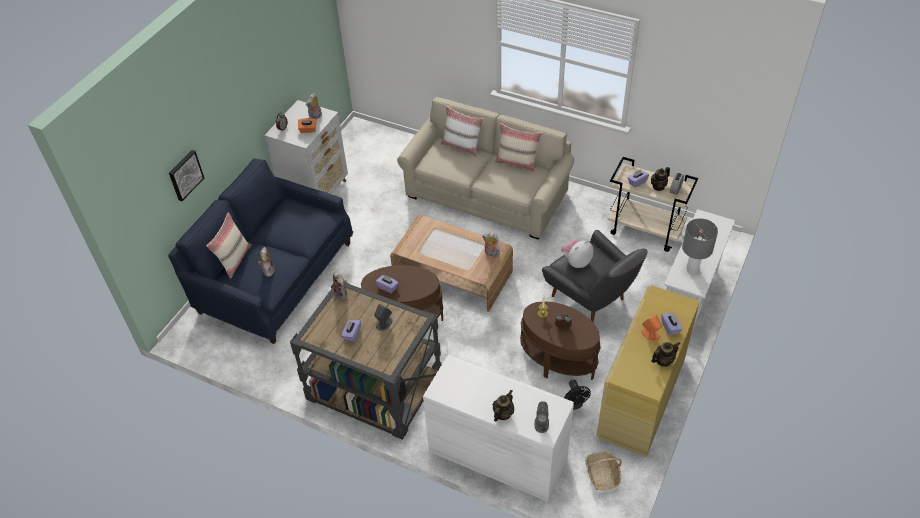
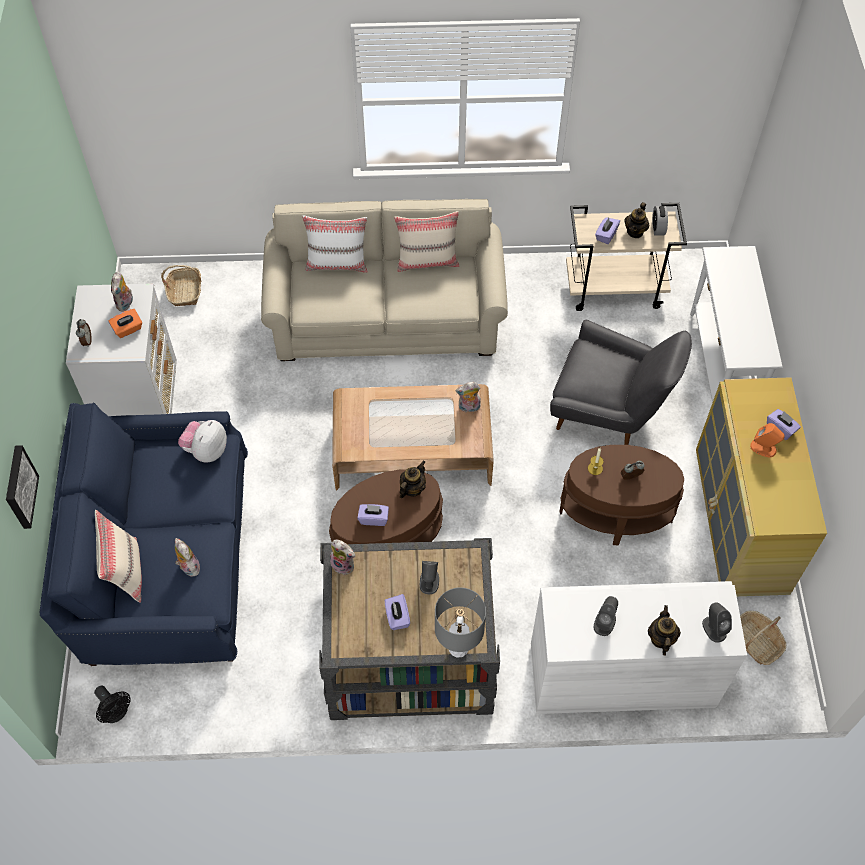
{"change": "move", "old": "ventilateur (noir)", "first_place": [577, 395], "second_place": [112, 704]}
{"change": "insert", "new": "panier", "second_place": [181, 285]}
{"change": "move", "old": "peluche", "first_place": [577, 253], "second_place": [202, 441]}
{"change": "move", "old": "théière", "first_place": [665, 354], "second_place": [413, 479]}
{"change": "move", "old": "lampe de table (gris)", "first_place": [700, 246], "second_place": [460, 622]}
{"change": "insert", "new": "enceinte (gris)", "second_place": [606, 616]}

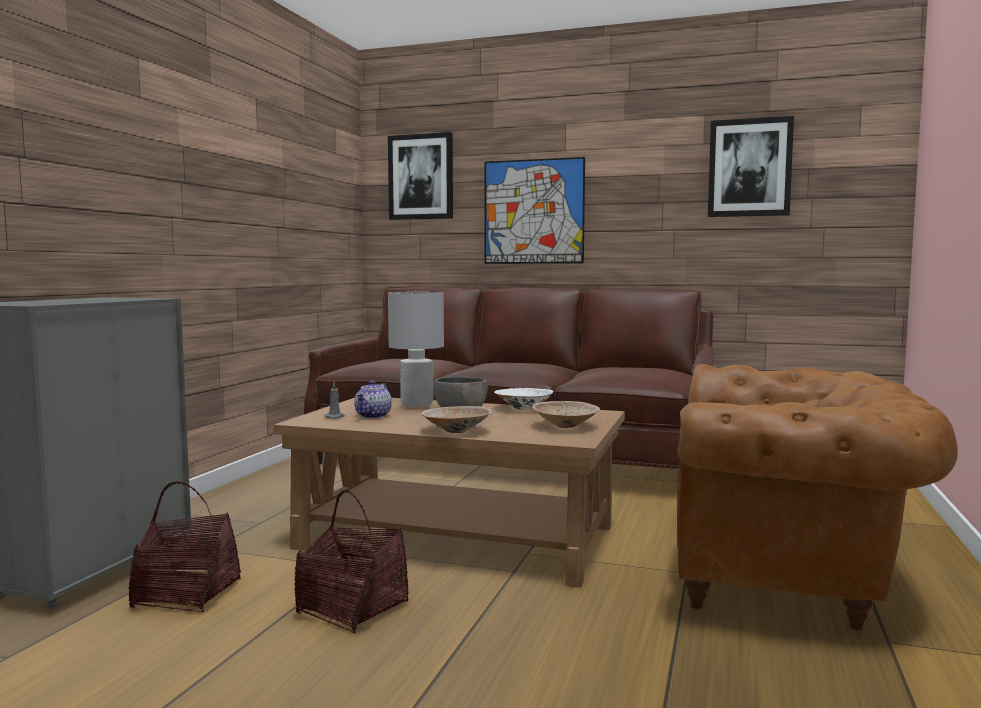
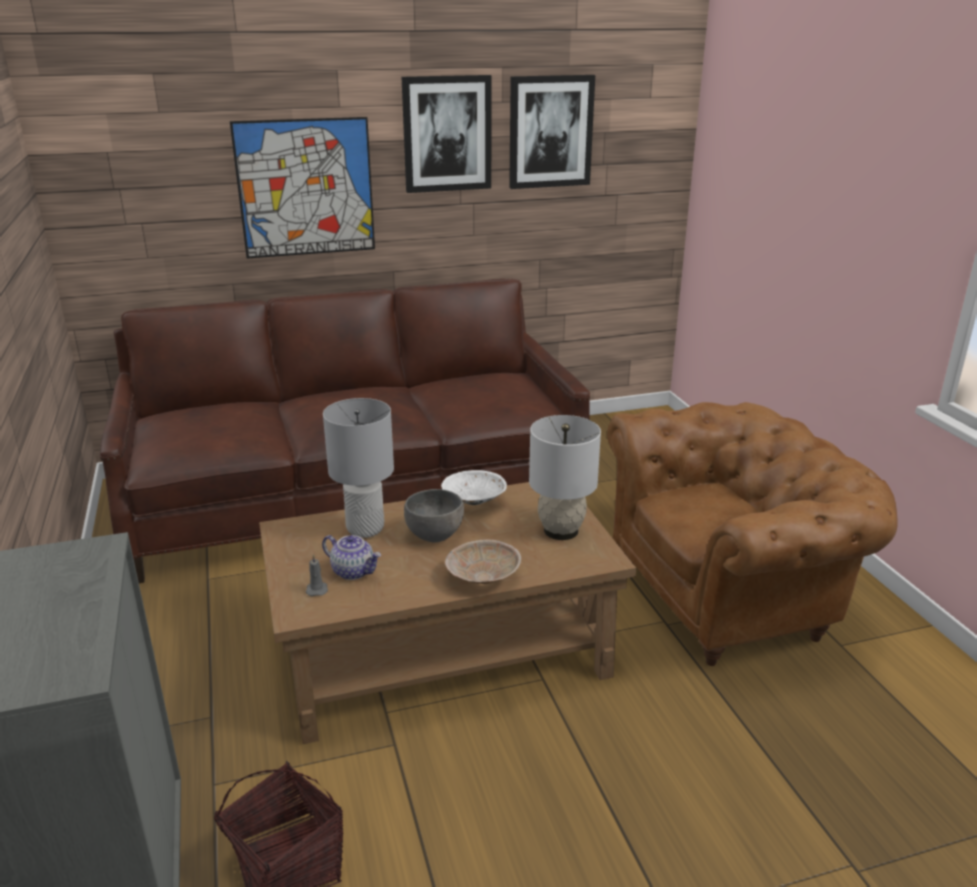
{"change": "rotate", "old": "théière", "first_place": [373, 399], "second_place": [351, 557], "degrees": -45}
{"change": "move", "old": "tableau", "first_place": [420, 176], "second_place": [446, 134]}
{"change": "replace", "old": "bol (beige)", "new": "lampe de table (blanc)", "first_place": [566, 414], "second_place": [565, 477]}
{"change": "delete", "old": "panier", "first_place": [351, 561]}

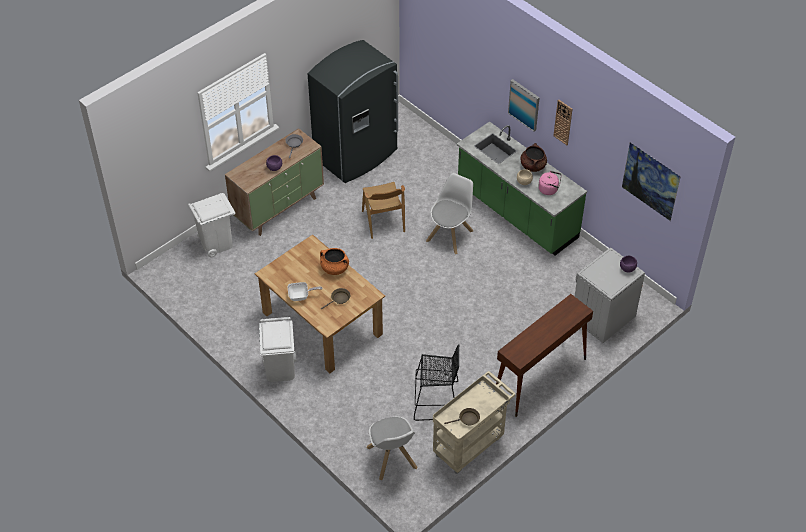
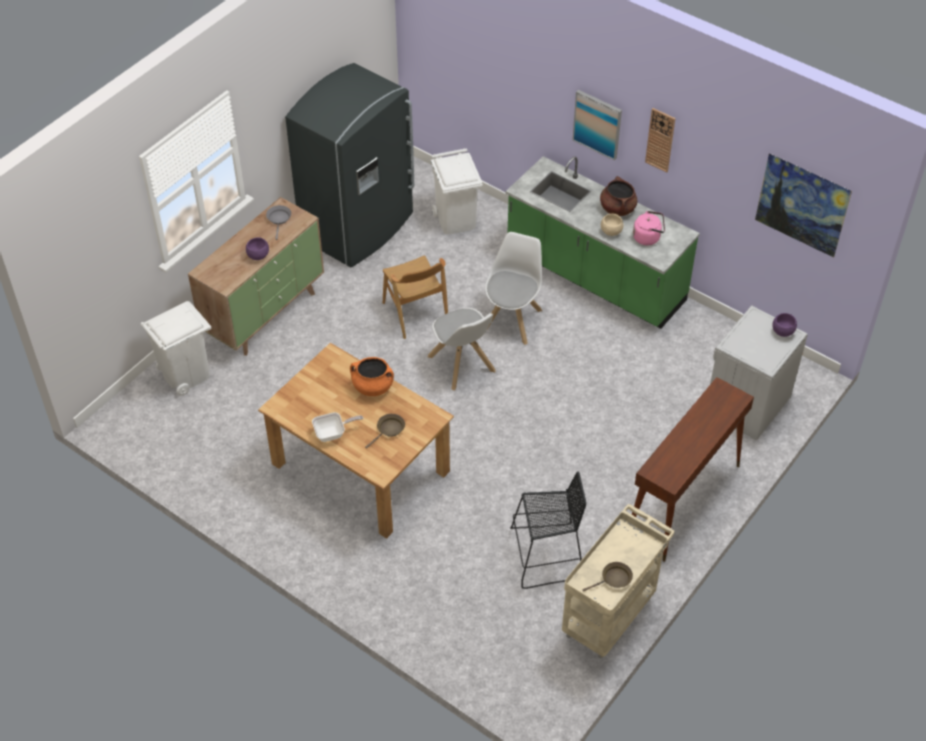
{"change": "move", "old": "chaise", "first_place": [392, 448], "second_place": [462, 349]}
{"change": "move", "old": "poubelle (blanc)", "first_place": [277, 349], "second_place": [457, 191]}

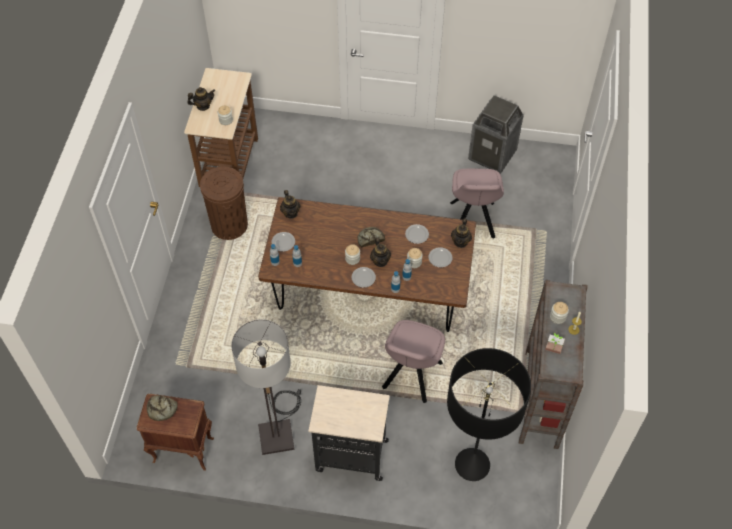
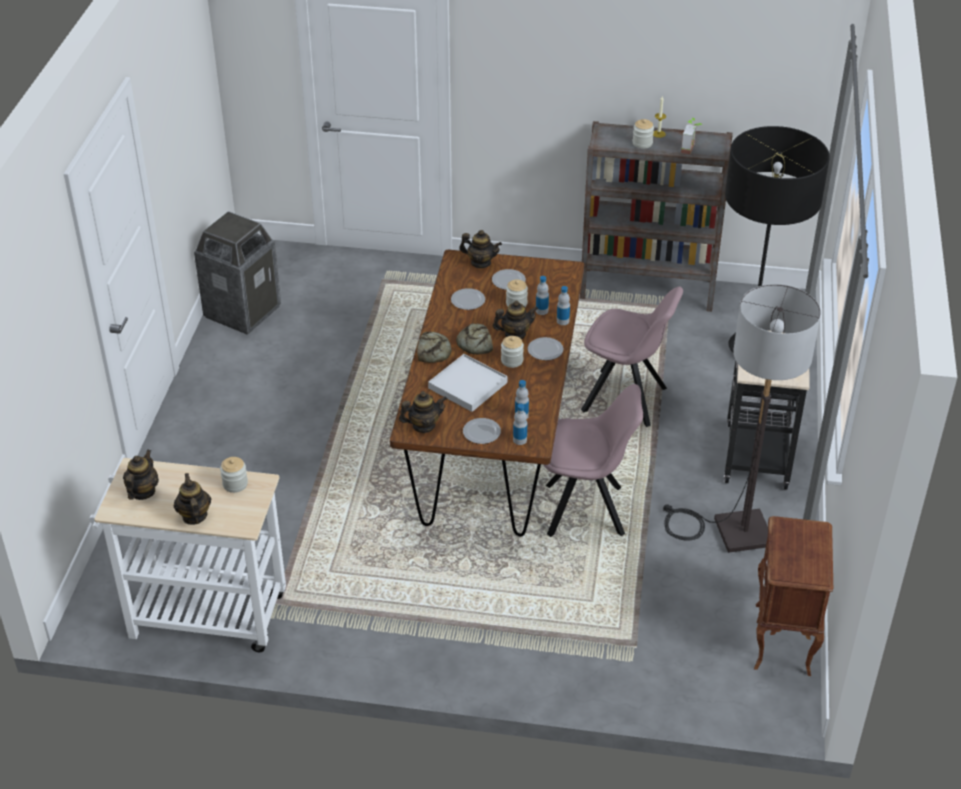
{"change": "recolor", "old": "chariot (marron)", "new": "chariot (blanc)", "first_place": [221, 127], "second_place": [187, 555]}
{"change": "insert", "new": "théière", "second_place": [141, 474]}
{"change": "move", "old": "pain", "first_place": [162, 408], "second_place": [434, 347]}
{"change": "insert", "new": "plateau (blanc)", "second_place": [467, 383]}
{"change": "move", "old": "chaise (rose)", "first_place": [477, 204], "second_place": [593, 460]}
{"change": "delete", "old": "poubelle (marron)", "first_place": [224, 203]}

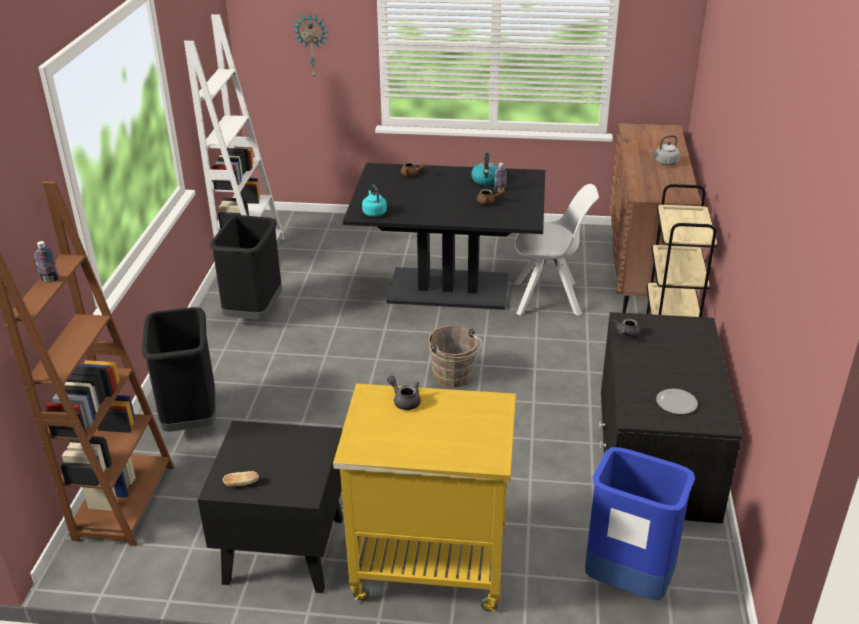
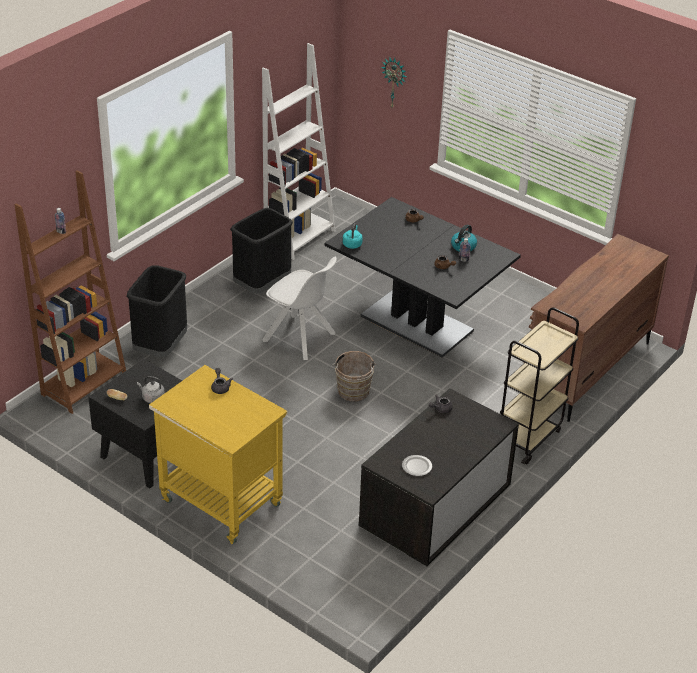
{"change": "move", "old": "bouilloire (gris)", "first_place": [665, 150], "second_place": [151, 389]}
{"change": "move", "old": "chaise (blanc)", "first_place": [556, 250], "second_place": [299, 308]}
{"change": "delete", "old": "poubelle (bleu)", "first_place": [640, 523]}

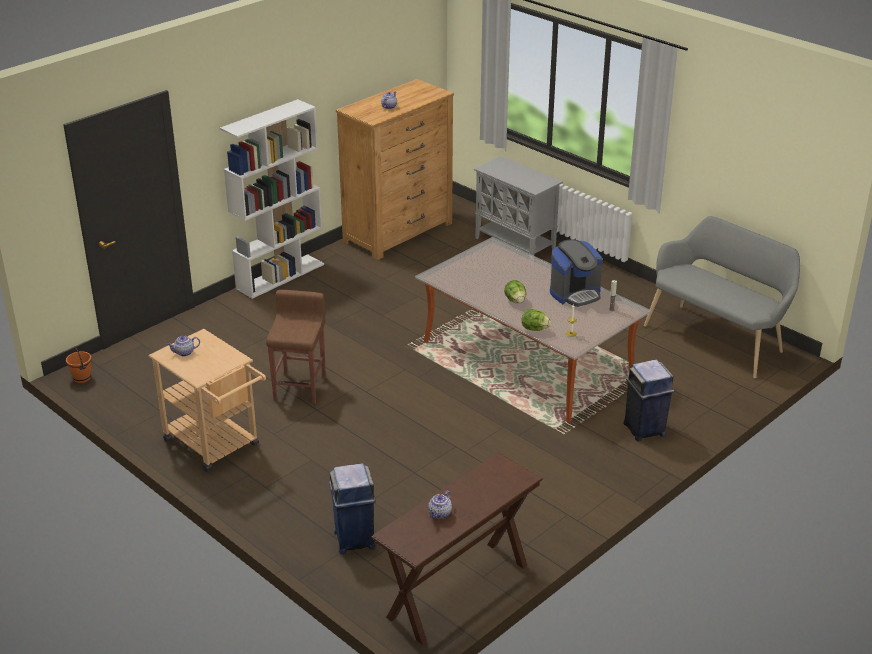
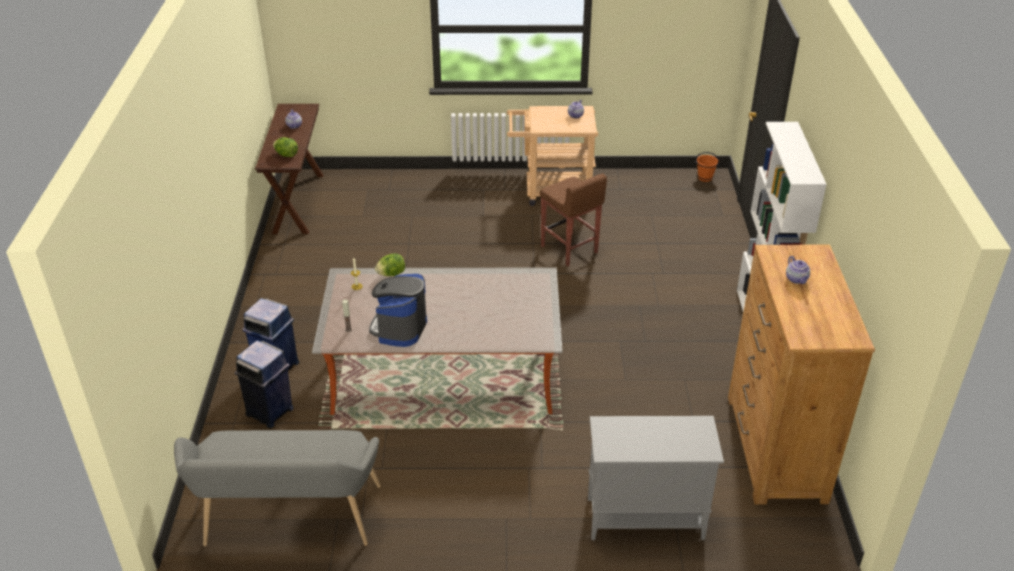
{"change": "move", "old": "poubelle (bleu)", "first_place": [352, 508], "second_place": [264, 384]}
{"change": "move", "old": "laitue", "first_place": [515, 291], "second_place": [285, 147]}

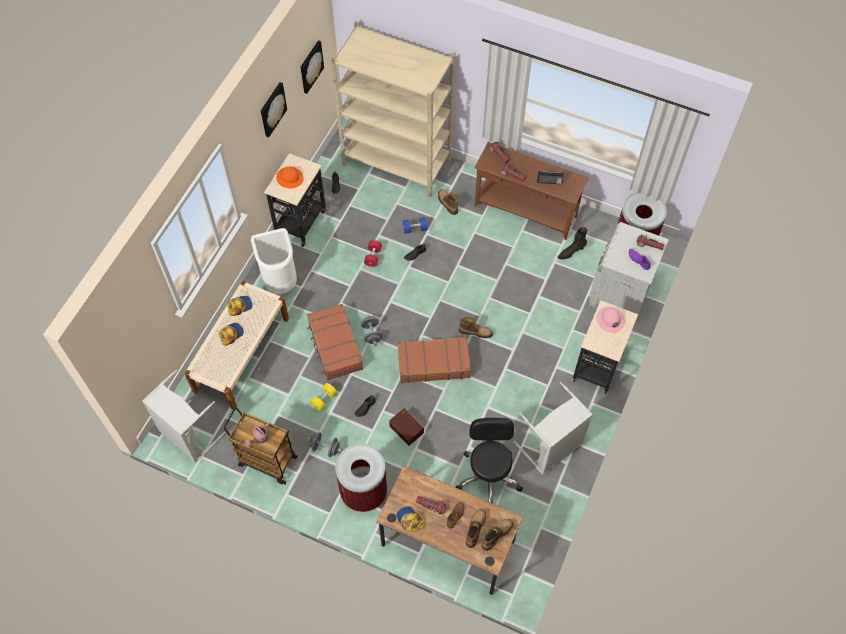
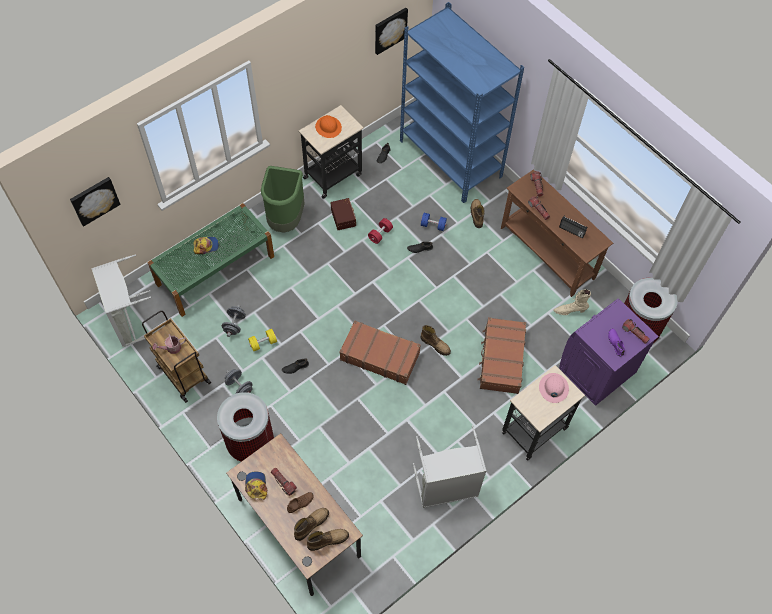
{"change": "move", "old": "tableau", "first_place": [273, 109], "second_place": [95, 202]}
{"change": "recolor", "old": "banc (beige)", "new": "banc (vert)", "first_place": [236, 345], "second_place": [210, 260]}
{"change": "move", "old": "haltère (gris)", "first_place": [372, 330], "second_place": [234, 321]}
{"change": "recolor", "old": "poubelle (blanc)", "new": "poubelle (vert)", "first_place": [274, 261], "second_place": [283, 199]}
{"change": "move", "old": "boîte de rangement (marron)", "first_place": [406, 427], "second_place": [343, 214]}
{"change": "recolor", "old": "bibliothèque (beige)", "new": "bibliothèque (bleu)", "first_place": [393, 109], "second_place": [462, 102]}
{"change": "move", "old": "valise (marron)", "first_place": [335, 342], "second_place": [501, 355]}
{"change": "recolor", "old": "botte (noir)", "new": "botte (beige)", "first_place": [572, 243], "second_place": [572, 302]}
{"change": "recolor", "old": "lave-linge (blanc)", "new": "lave-linge (violet)", "first_place": [629, 268], "second_place": [609, 352]}
{"change": "delete", "old": "casquette", "first_place": [239, 306]}
{"change": "delete", "old": "chaise de bureau (noir)", "first_place": [489, 460]}

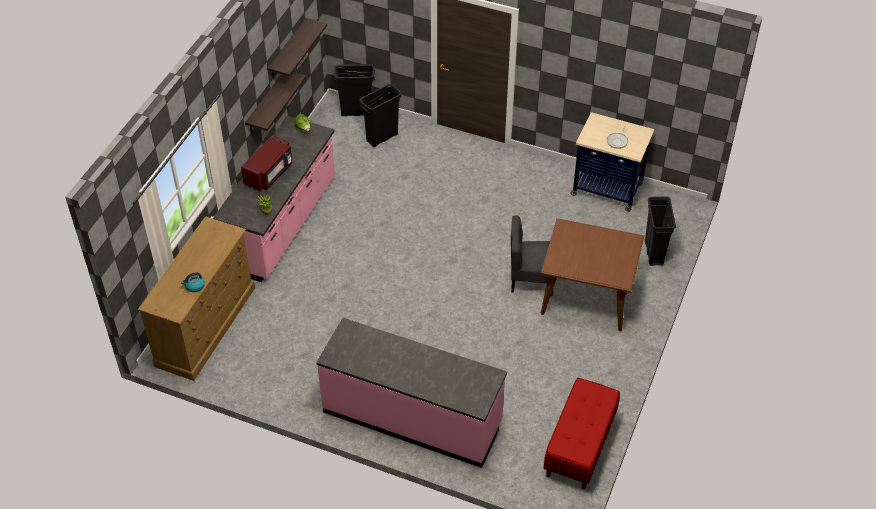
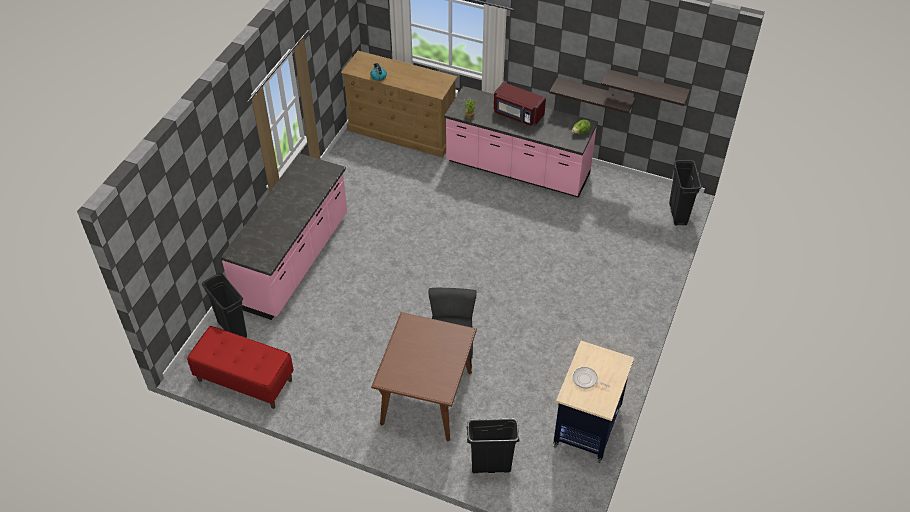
{"change": "move", "old": "poubelle (noir)", "first_place": [380, 115], "second_place": [224, 305]}

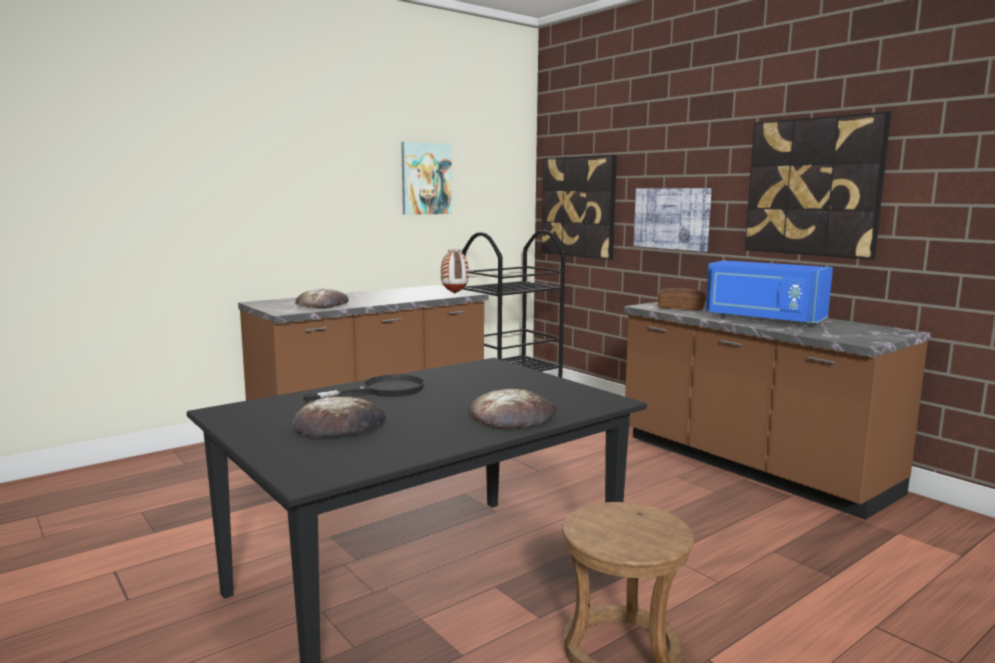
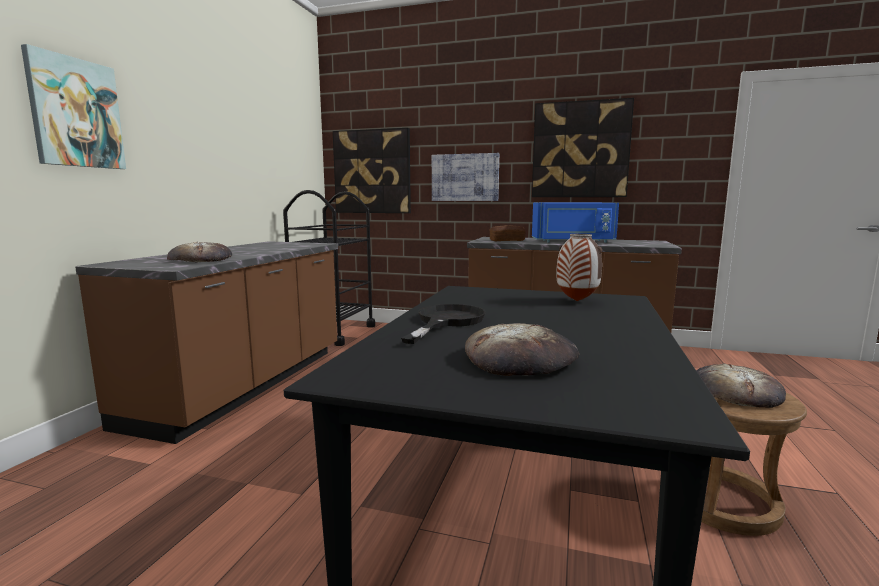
{"change": "move", "old": "tableau", "first_place": [426, 178], "second_place": [73, 106]}
{"change": "move", "old": "vase", "first_place": [455, 271], "second_place": [579, 267]}
{"change": "move", "old": "pain", "first_place": [513, 409], "second_place": [741, 386]}

